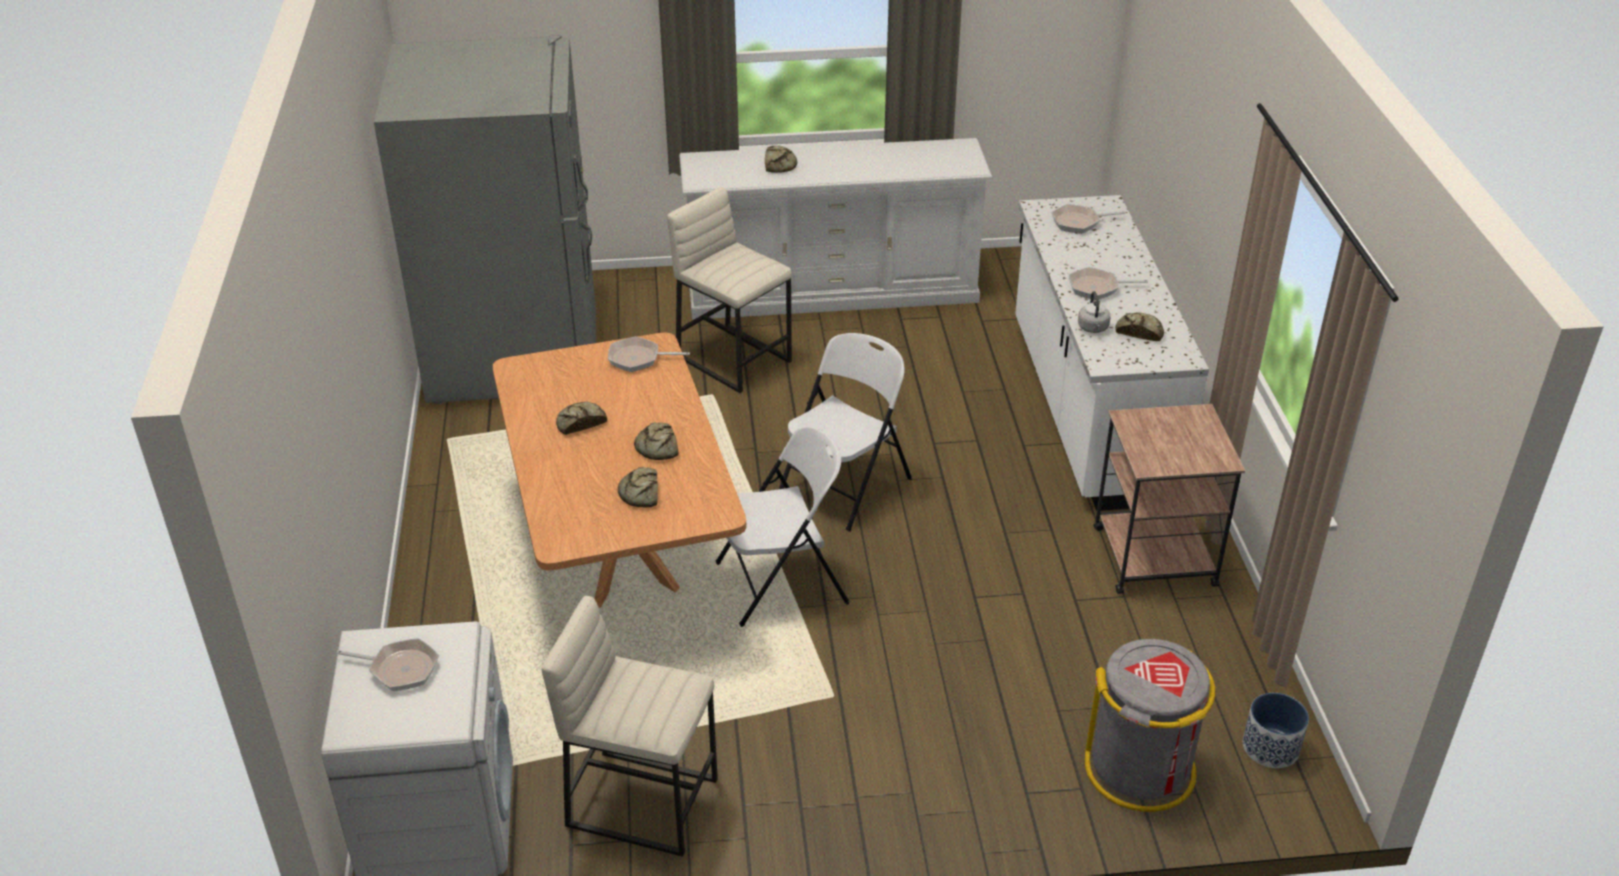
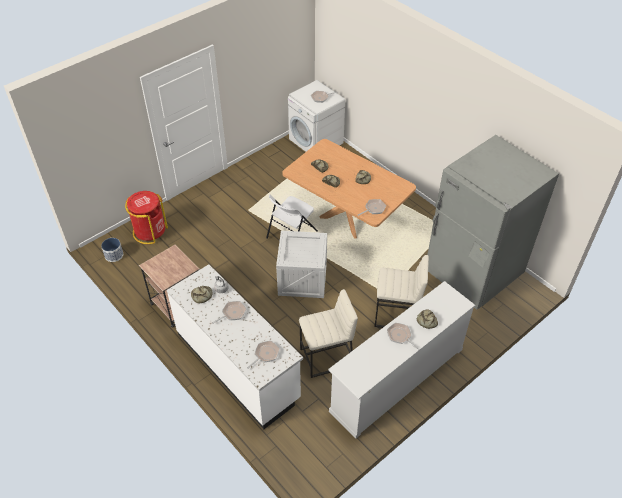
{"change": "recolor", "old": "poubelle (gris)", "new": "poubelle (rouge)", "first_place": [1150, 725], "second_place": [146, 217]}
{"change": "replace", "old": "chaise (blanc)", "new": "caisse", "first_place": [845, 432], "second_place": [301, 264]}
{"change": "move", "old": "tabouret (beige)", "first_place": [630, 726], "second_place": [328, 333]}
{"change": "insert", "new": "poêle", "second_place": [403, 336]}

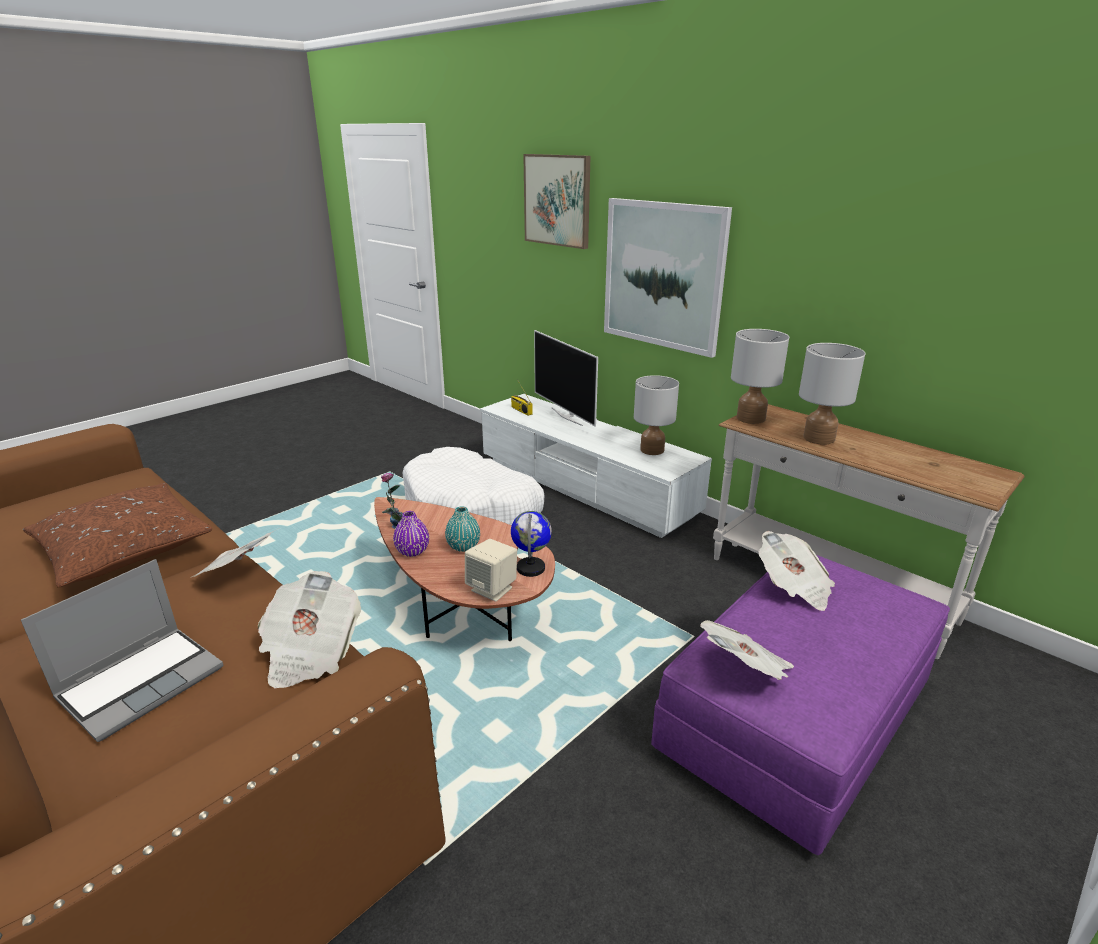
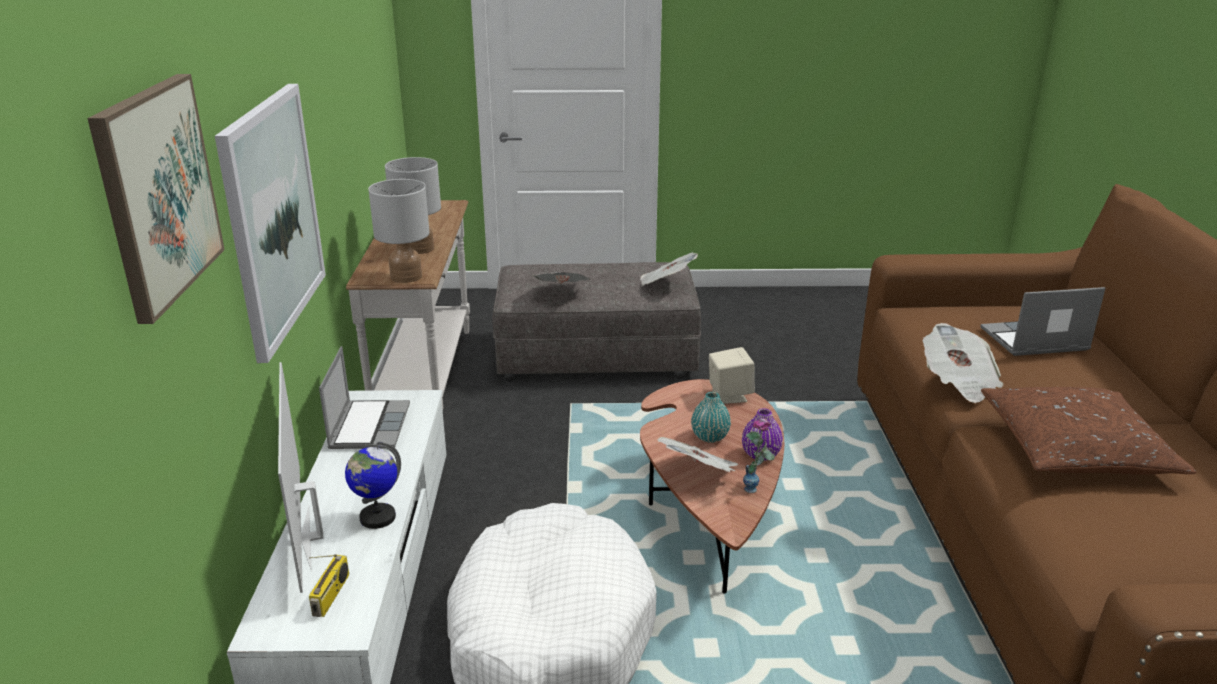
{"change": "rotate", "old": "téléviseur", "first_place": [566, 378], "second_place": [300, 477], "degrees": 150}
{"change": "replace", "old": "lampe de table (gris)", "new": "ordinateur portable", "first_place": [656, 415], "second_place": [364, 397]}
{"change": "move", "old": "globe", "first_place": [531, 544], "second_place": [373, 485]}
{"change": "recolor", "old": "pouf (violet)", "new": "pouf (gris)", "first_place": [800, 705], "second_place": [596, 322]}
{"change": "move", "old": "journal", "first_place": [309, 629], "second_place": [698, 454]}

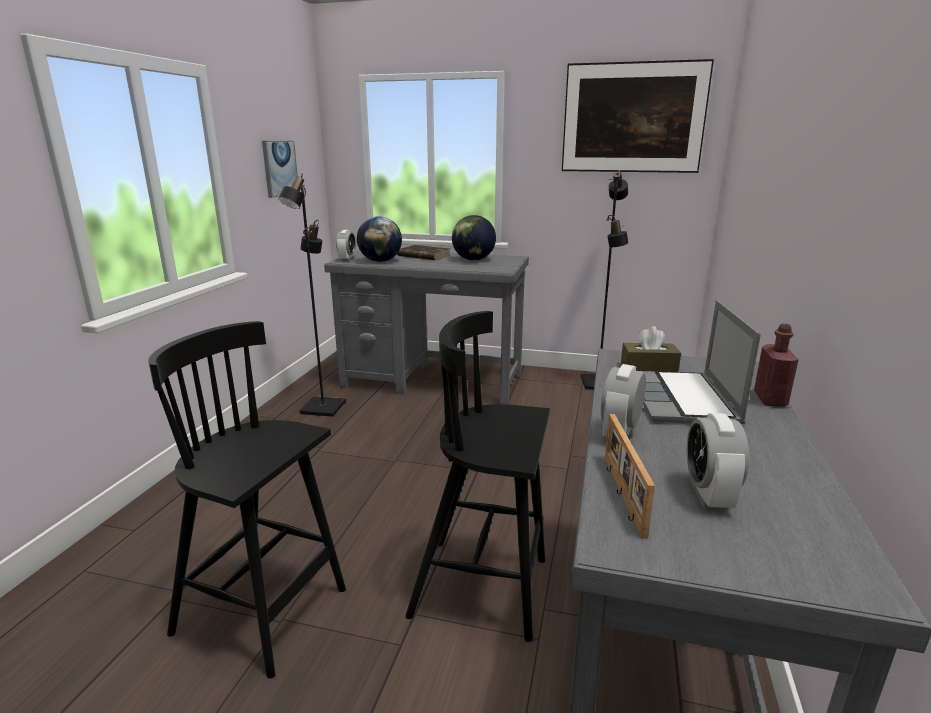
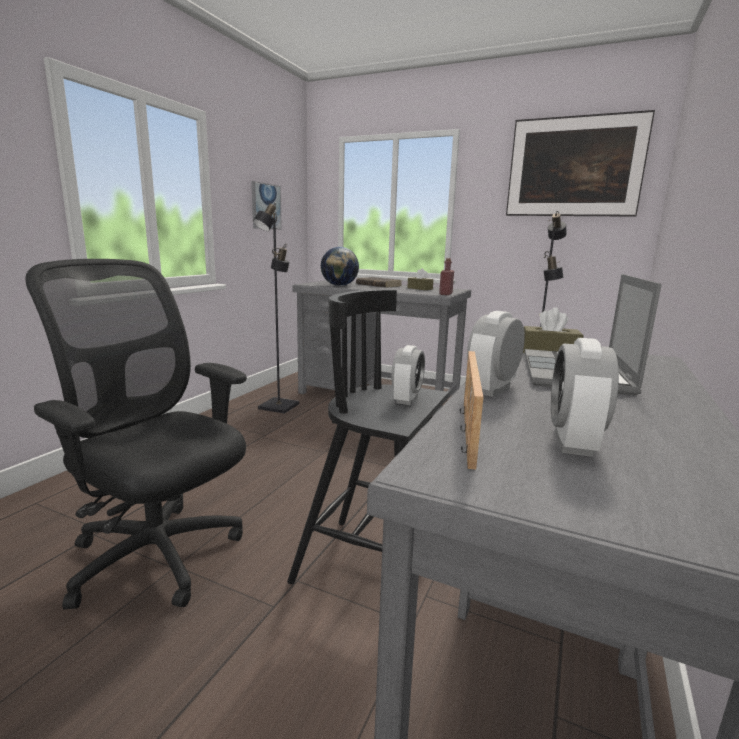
{"change": "replace", "old": "tabouret (noir)", "new": "chaise de bureau (noir)", "first_place": [247, 499], "second_place": [136, 434]}
{"change": "move", "old": "réveil", "first_place": [346, 245], "second_place": [408, 375]}
{"change": "replace", "old": "globe", "new": "boîte à mouchoirs (marron)", "first_place": [474, 237], "second_place": [420, 279]}
{"change": "move", "old": "bouteille (rouge)", "first_place": [776, 365], "second_place": [446, 276]}

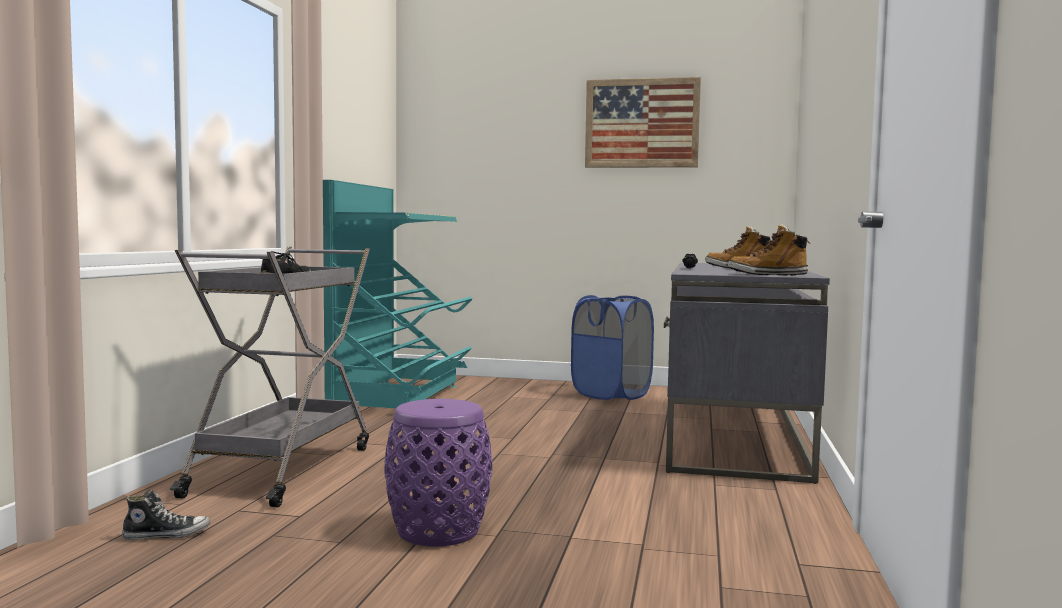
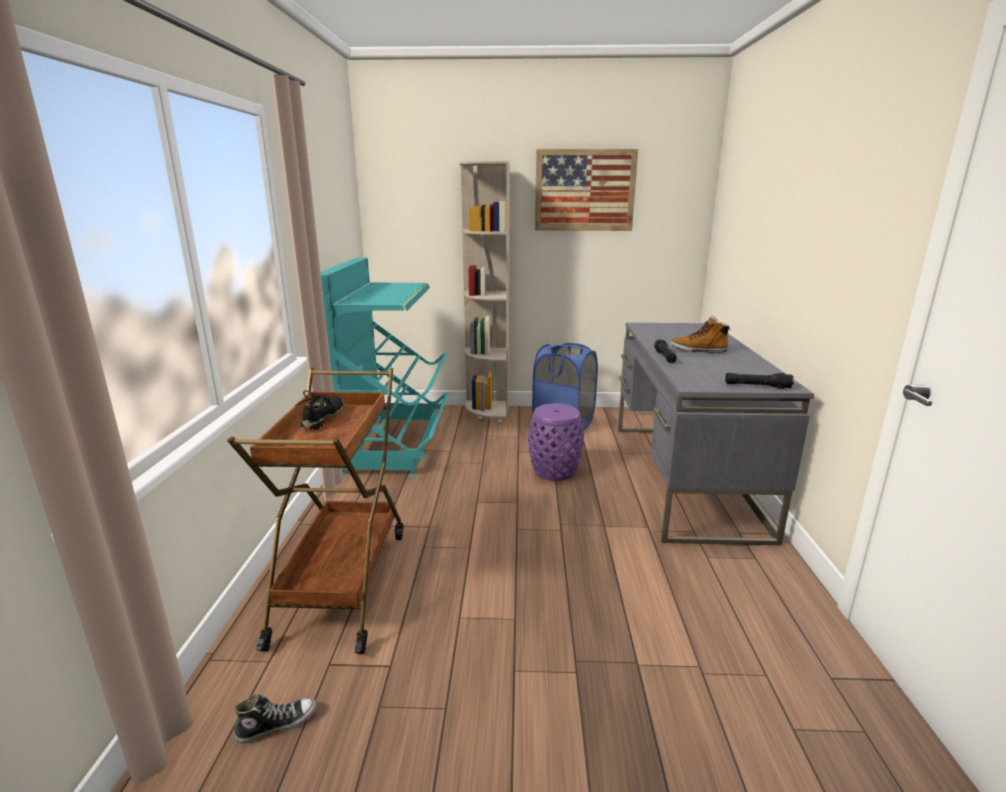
{"change": "recolor", "old": "chariot (gris)", "new": "chariot (marron)", "first_place": [270, 377], "second_place": [315, 510]}
{"change": "insert", "new": "bibliothèque (beige)", "second_place": [484, 291]}
{"change": "move", "old": "tabouret (violet)", "first_place": [438, 473], "second_place": [556, 442]}
{"change": "replace", "old": "botte", "new": "lampe de poche (noir)", "first_place": [769, 250], "second_place": [759, 381]}

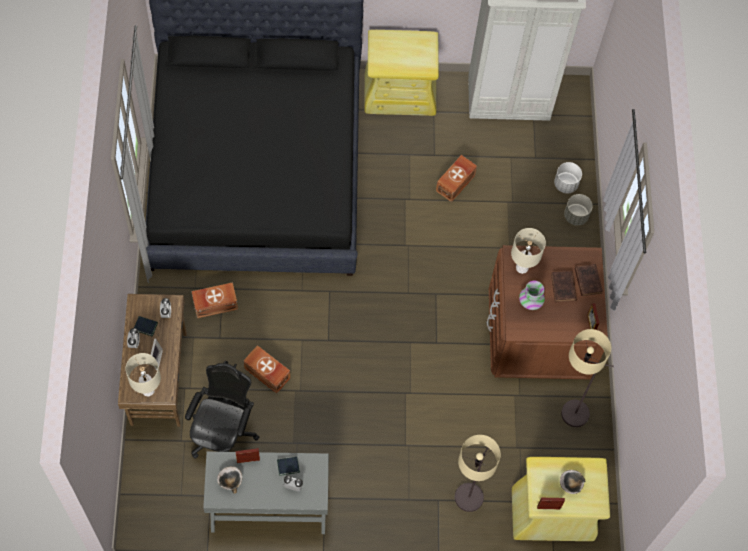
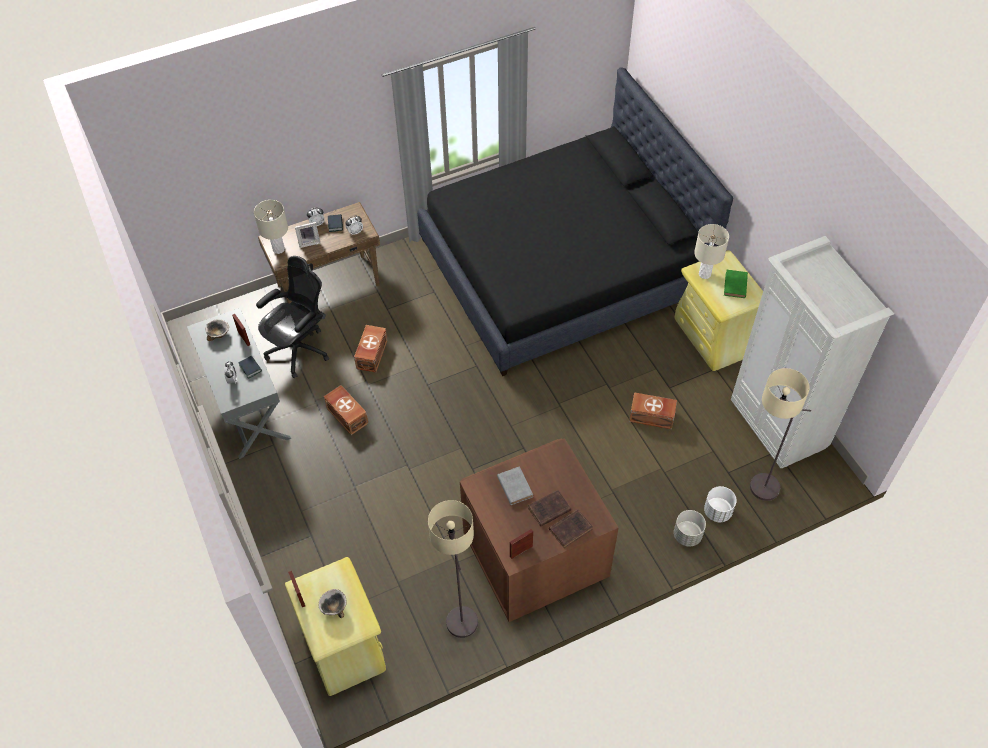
{"change": "rotate", "old": "chaise de bureau", "first_place": [222, 410], "second_place": [292, 317], "degrees": -45}
{"change": "move", "old": "boîte de rangement (marron)", "first_place": [214, 300], "second_place": [346, 410]}
{"change": "replace", "old": "vase", "new": "livre (gris)", "first_place": [532, 295], "second_place": [515, 485]}
{"change": "move", "old": "lampe de table (beige)", "first_place": [528, 251], "second_place": [711, 251]}
{"change": "insert", "new": "livre (vert)", "second_place": [736, 284]}
{"change": "move", "old": "lampadaire (beige)", "first_place": [478, 473], "second_place": [780, 434]}

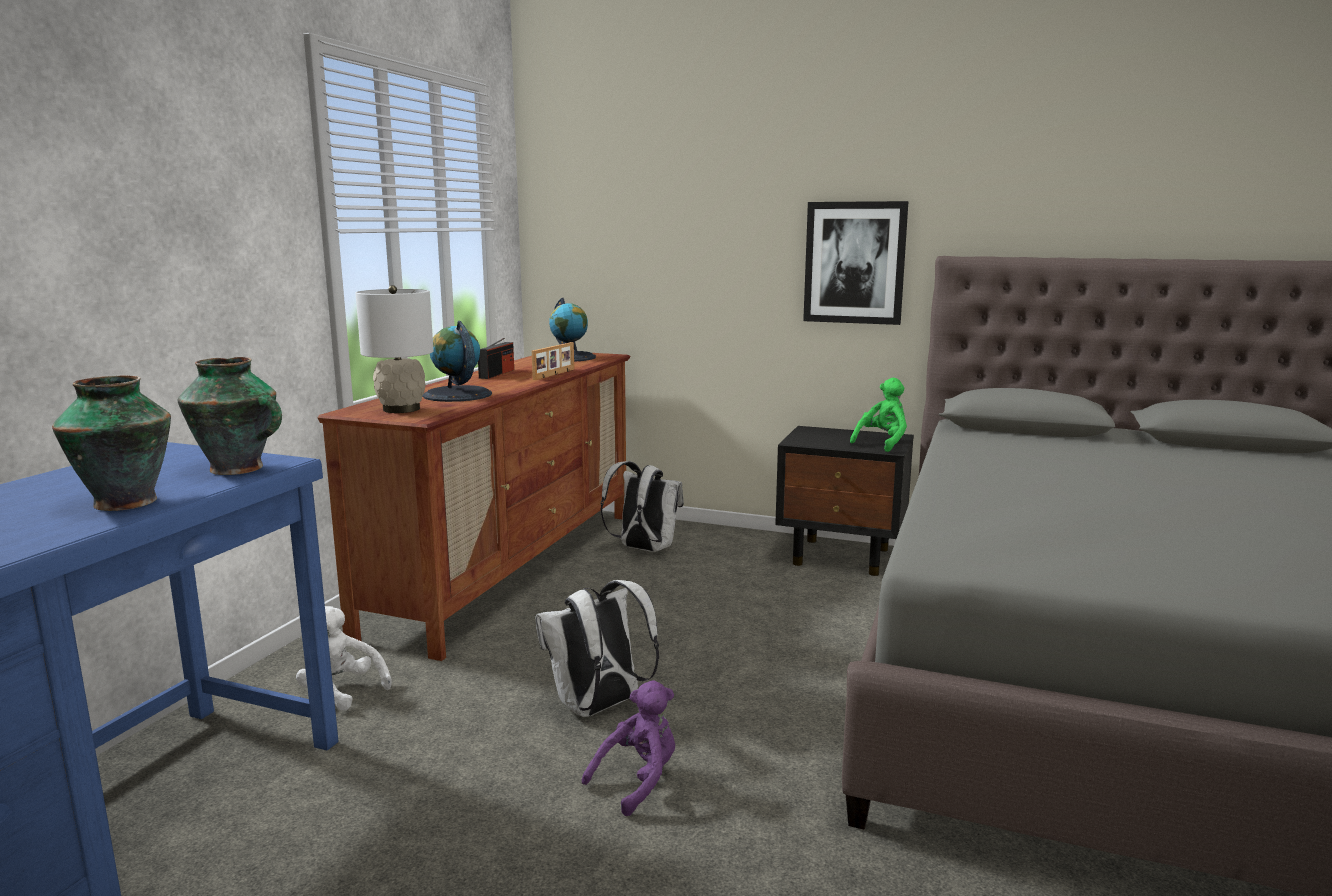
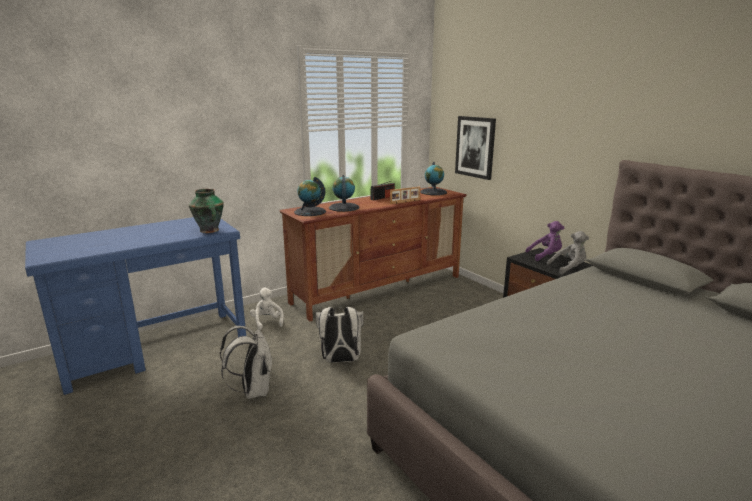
{"change": "move", "old": "sac à dos (blanc)", "first_place": [642, 506], "second_place": [246, 362]}
{"change": "replace", "old": "lampe de table (blanc)", "new": "globe", "first_place": [394, 349], "second_place": [310, 196]}
{"change": "move", "old": "tableau", "first_place": [855, 263], "second_place": [475, 148]}
{"change": "move", "old": "peluche (violet)", "first_place": [628, 748], "second_place": [544, 241]}
{"change": "recolor", "old": "peluche (vert)", "new": "peluche (gris)", "first_place": [878, 415], "second_place": [568, 252]}
{"change": "delete", "old": "vase", "first_place": [111, 443]}

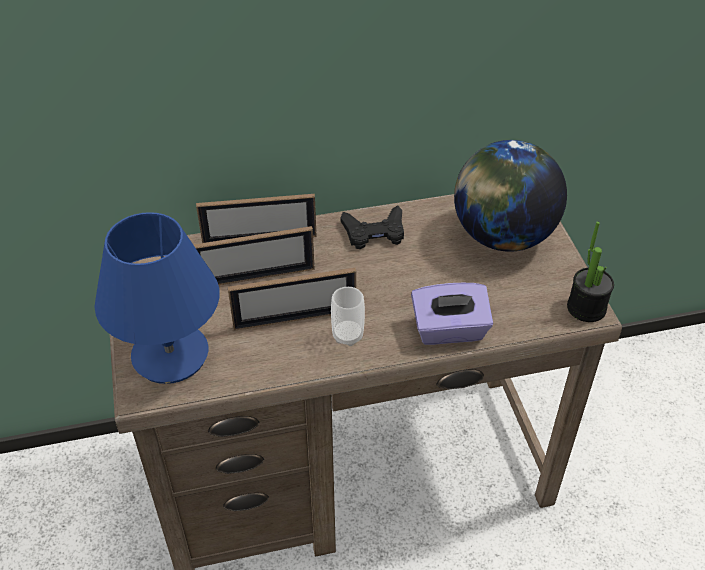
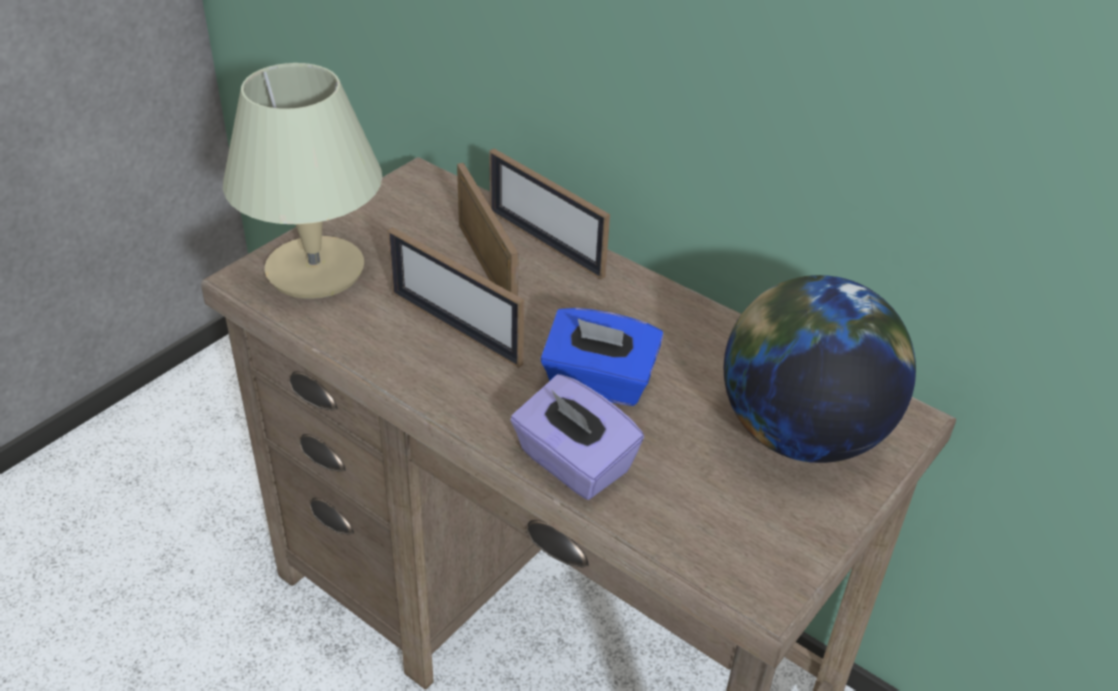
{"change": "recolor", "old": "lampe de table (bleu)", "new": "lampe de table (beige)", "first_place": [157, 298], "second_place": [302, 181]}
{"change": "rotate", "old": "cadre photo", "first_place": [254, 255], "second_place": [488, 229], "degrees": -150}
{"change": "insert", "new": "boîte à mouchoirs (bleu)", "second_place": [602, 357]}
{"change": "delete", "old": "tasse", "first_place": [348, 316]}
{"change": "delete", "old": "manette (noir)", "first_place": [372, 227]}
{"change": "delete", "old": "plante en pot", "first_place": [590, 272]}

